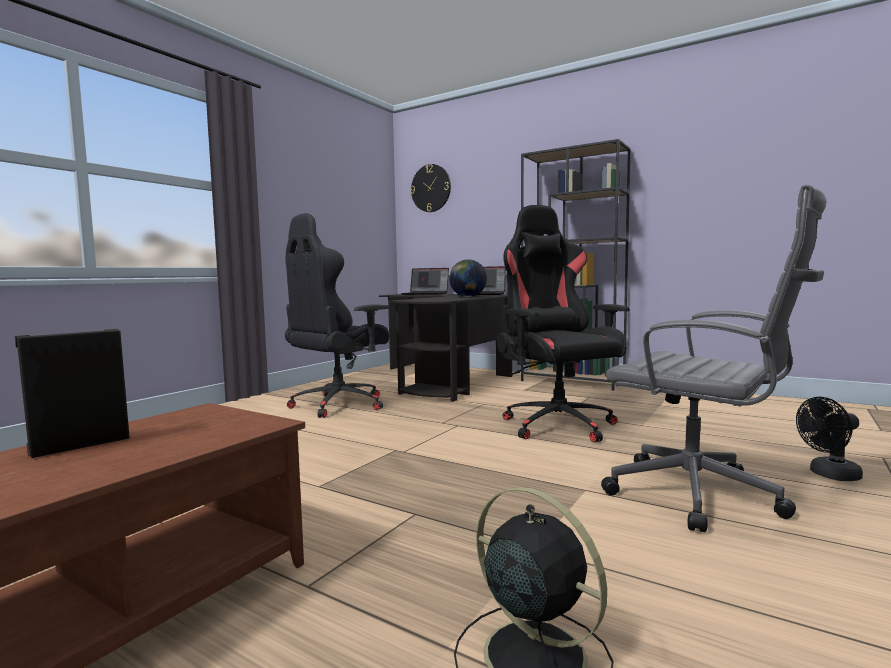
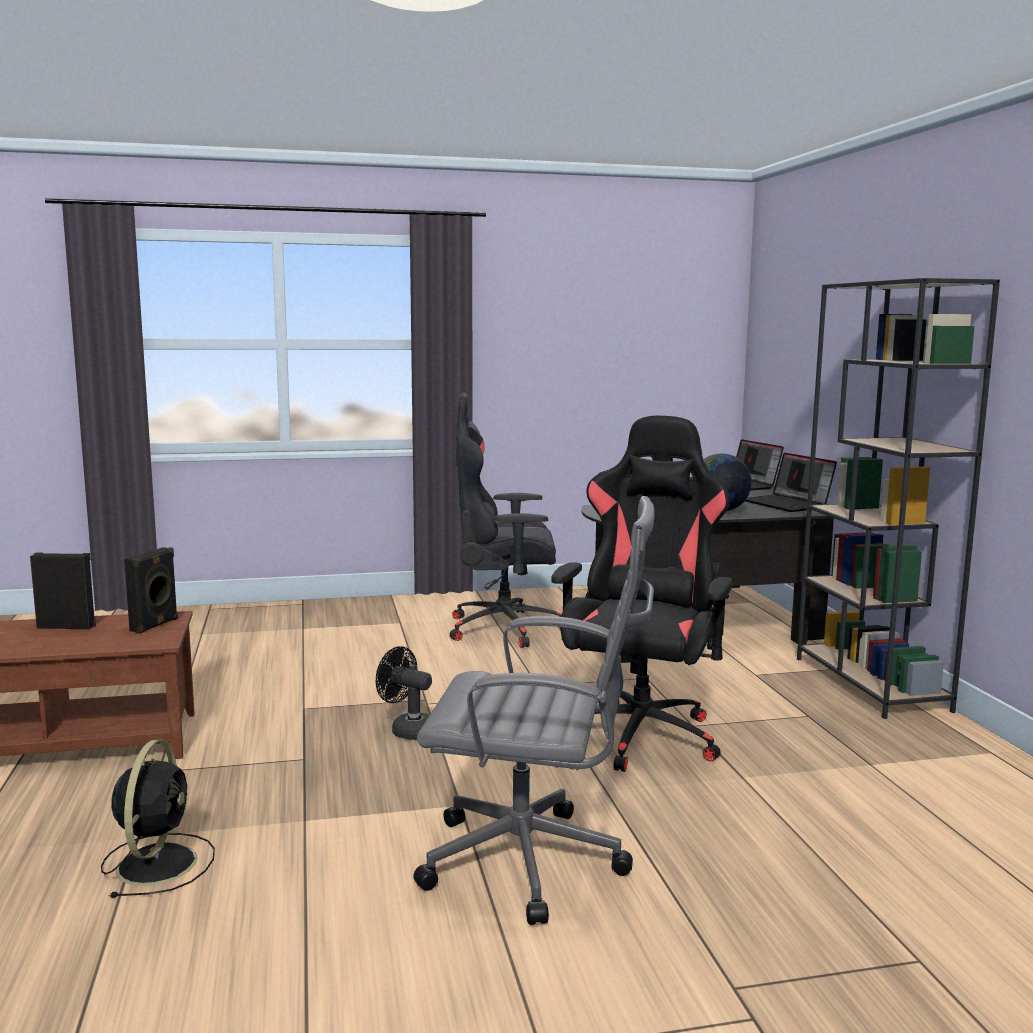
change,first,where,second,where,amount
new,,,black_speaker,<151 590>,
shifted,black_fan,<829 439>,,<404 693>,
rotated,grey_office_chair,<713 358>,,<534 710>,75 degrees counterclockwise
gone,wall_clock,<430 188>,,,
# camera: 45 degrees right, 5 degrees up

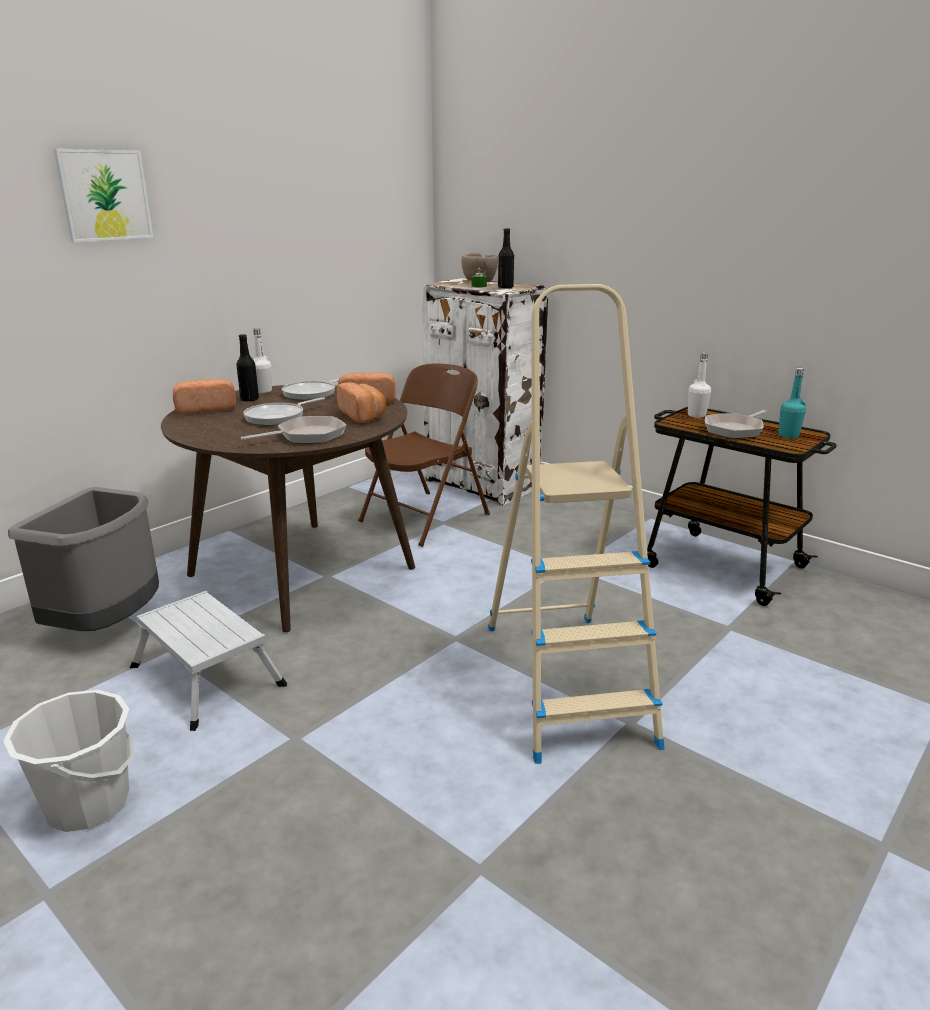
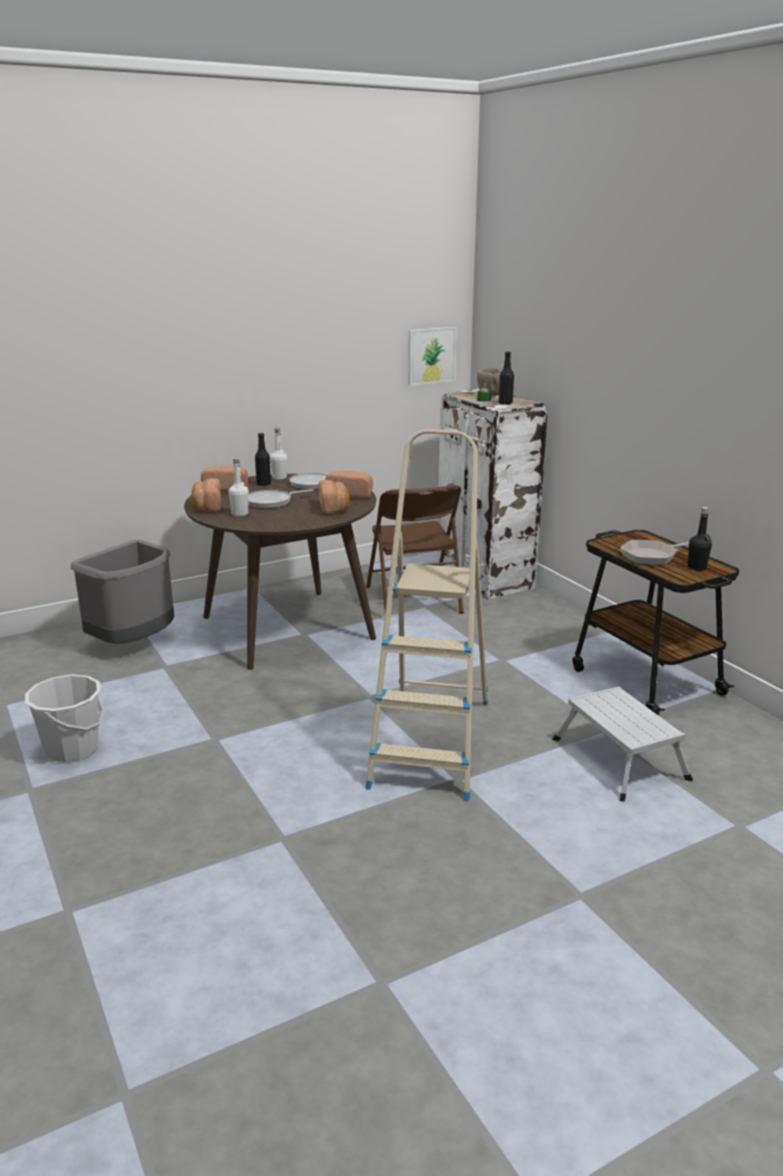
change,first,where,second,where,amount
new,,,bread,<206 495>,
shifted,white_bottle,<699 385>,,<239 487>,
rotated,brown_chair,<424 455>,,<415 549>,105 degrees clockwise
shifted,picture,<104 195>,,<432 356>,
shifted,white_step_ladder,<208 661>,,<622 744>,
repainted,turquoise_bottle,<792 403>,black_bottle,<699 539>,
gone,frying_pan,<293 429>,,,
# camera: 20 degrees right, 0 degrees up

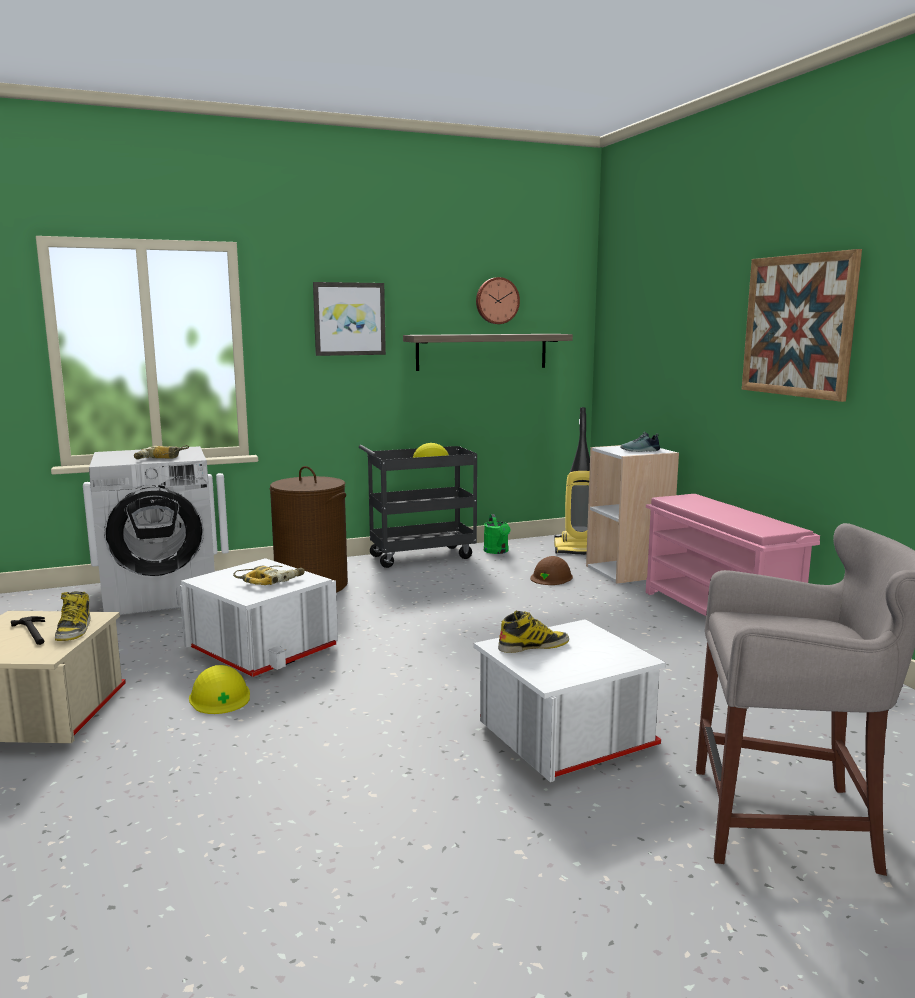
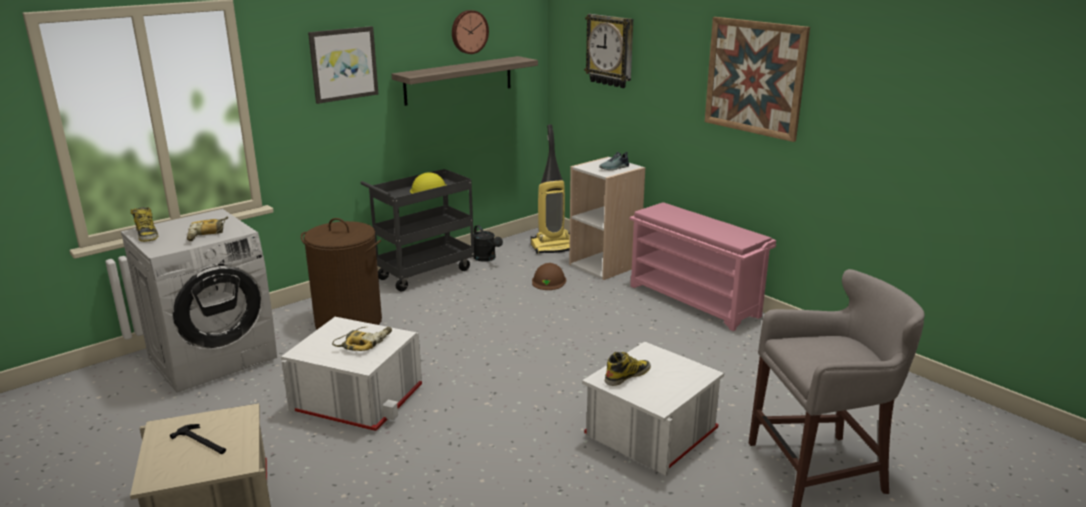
change,first,where,second,where,amount
shifted,boot,<73 616>,,<144 224>,
repainted,green_watering_can,<497 534>,black_watering_can,<488 243>,
new,,,wall_clock,<608 51>,
gone,yellow_hard_hat,<219 689>,,,
# camera: 20 degrees left, 10 degrees up

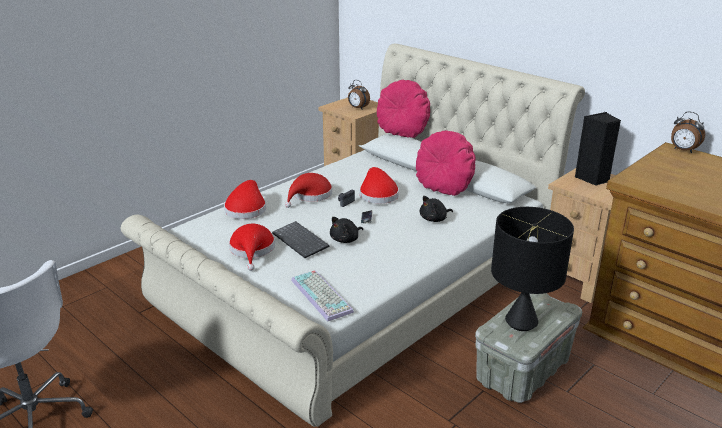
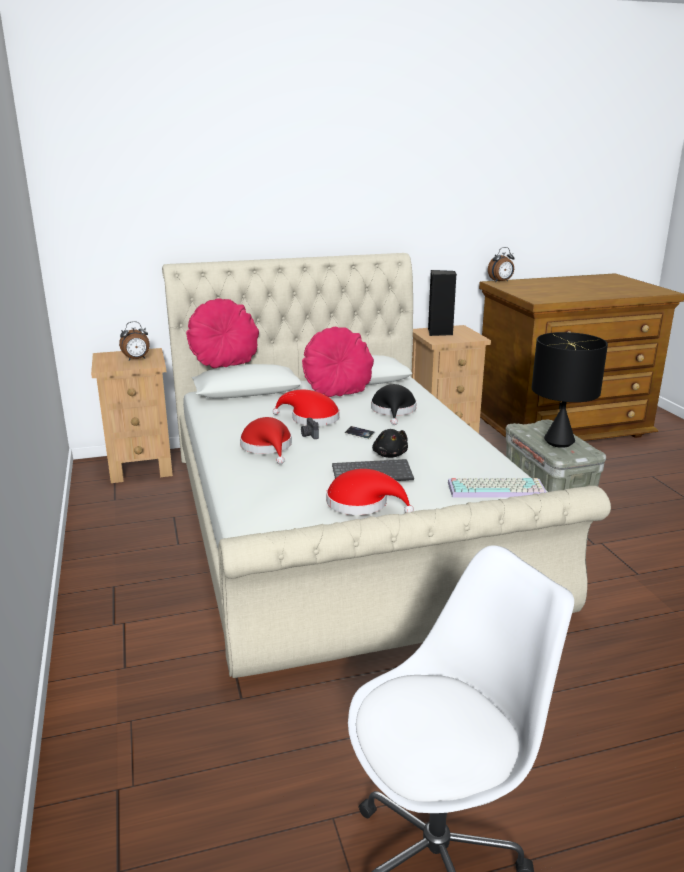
change,first,where,second,where,amount
swapped,black_plush_toy,<436 209>,black_hat,<394 404>,
gone,red_hat,<245 199>,,,
# camera: 60 degrees left, 5 degrees down

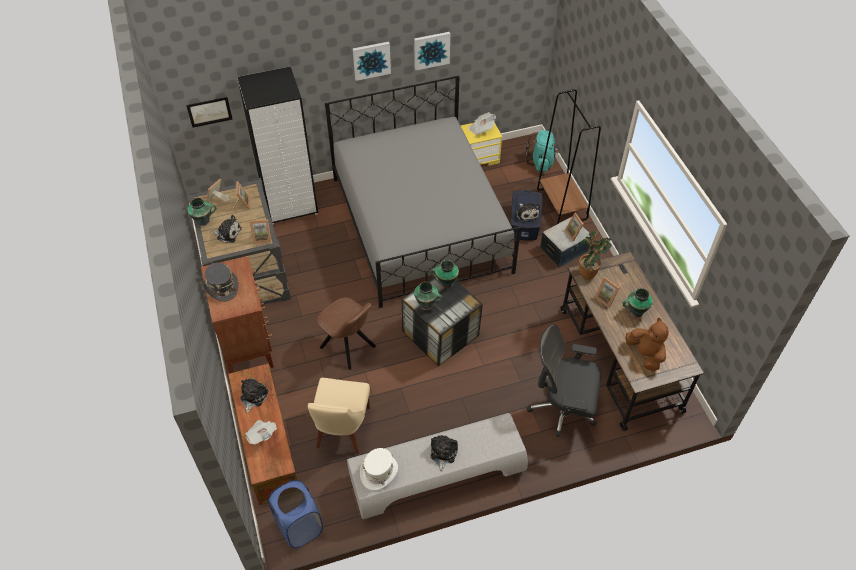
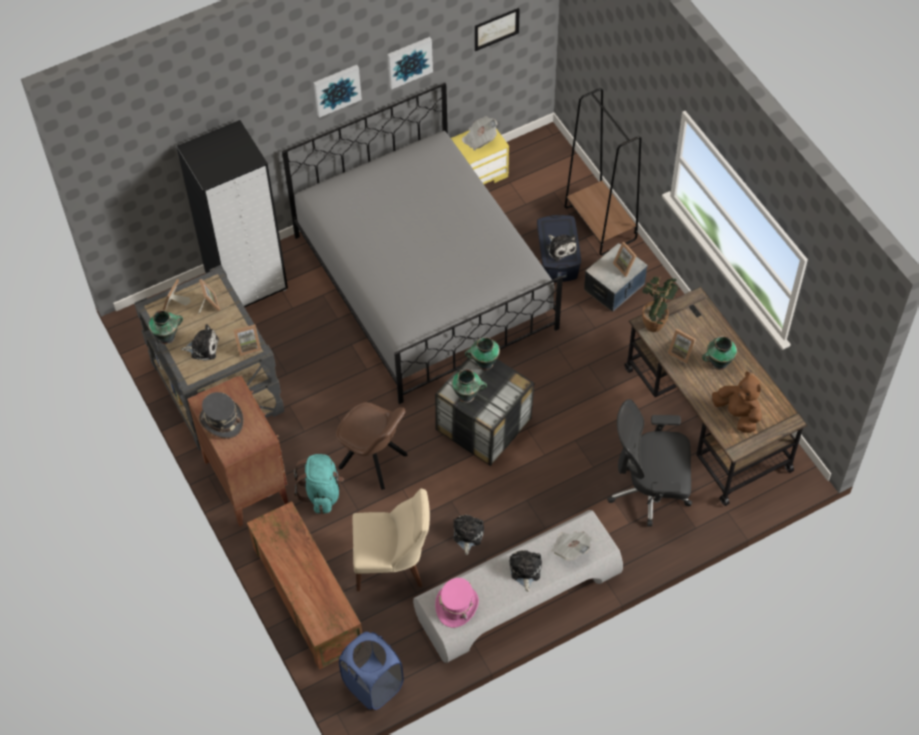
change,first,where,second,where,amount
shifted,turquoise_backpack,<542 151>,,<319 484>,
rotated,beige_chair,<339 416>,,<391 539>,90 degrees counterclockwise
repainted,white_hat,<379 469>,pink_hat,<457 603>,
shifted,plush_toy,<254 395>,,<469 535>,
shifted,picture,<209 112>,,<497 29>,
shifted,newspaper,<261 432>,,<572 546>,
# camera: 10 degrees left, 5 degrees up

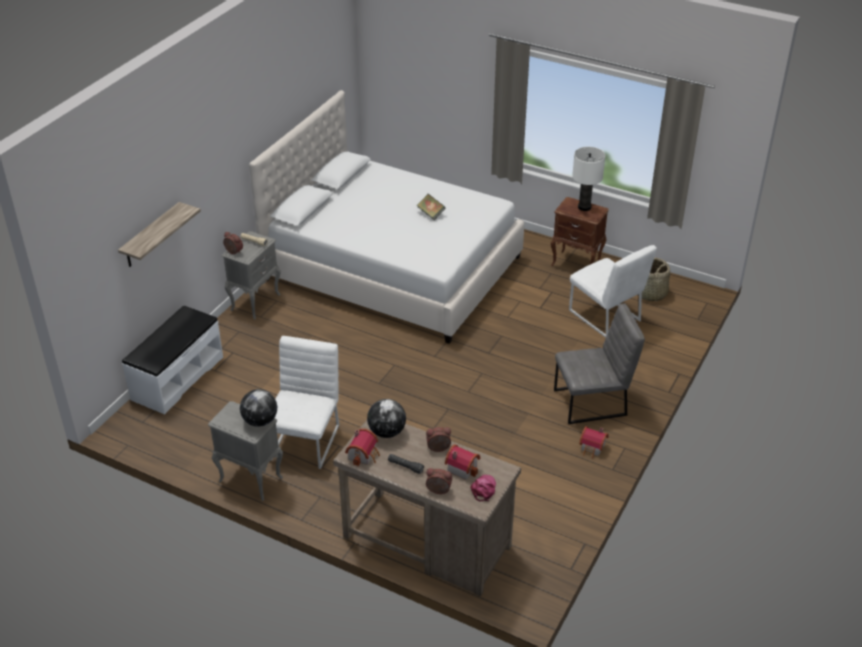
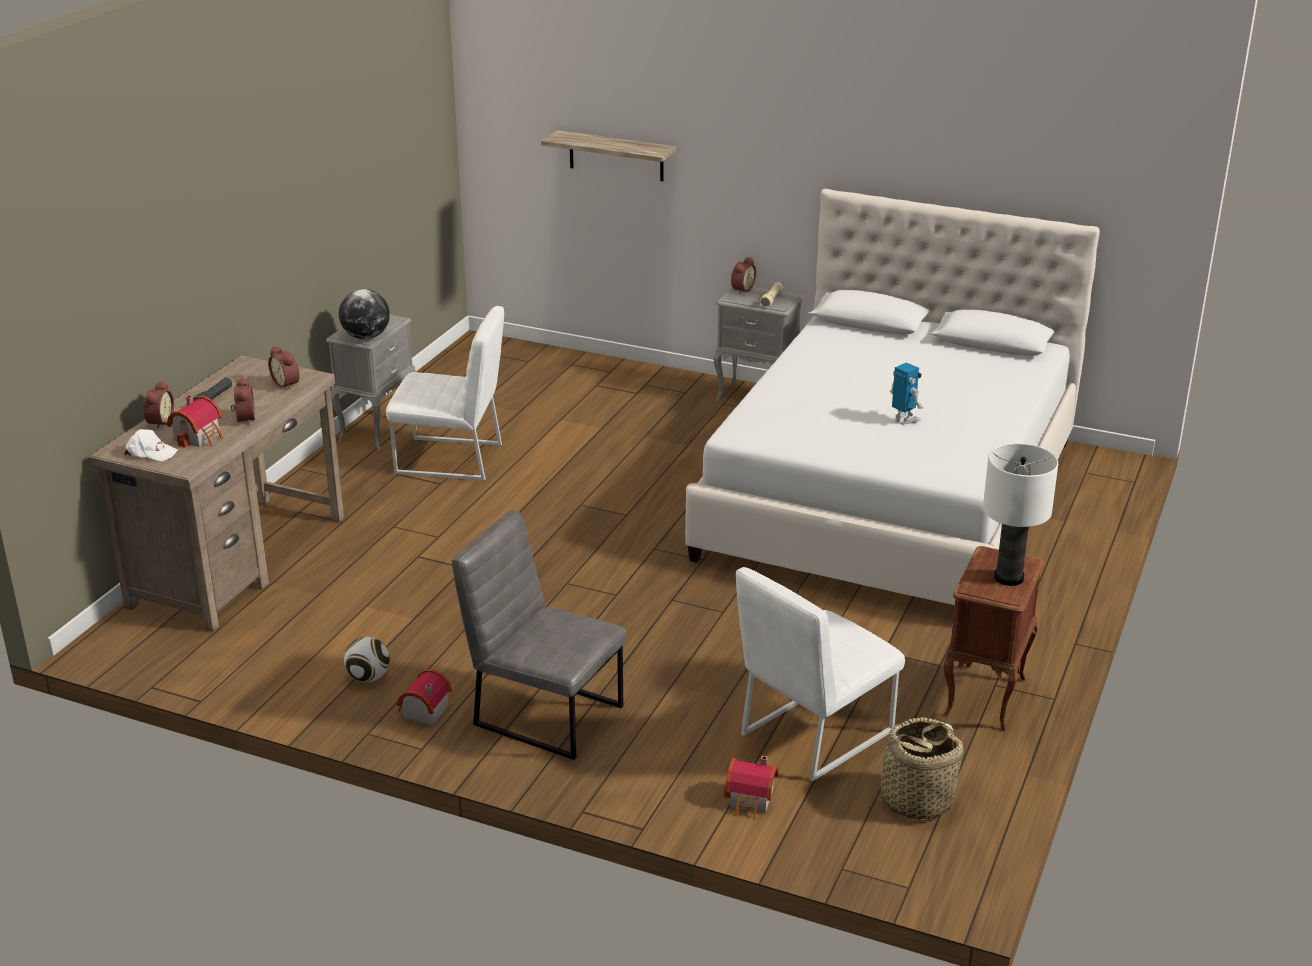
change,first,where,second,where,amount
repainted,pink_cap,<483 488>,white_cap,<151 445>,
swapped,globe,<386 418>,alarm_clock,<284 368>,
new,,,football,<367 659>,
rotated,grey_chair,<599 363>,,<539 635>,135 degrees clockwise
shifted,toy_house,<362 447>,,<751 787>,
swapped,book,<431 207>,toy_robot,<907 394>,
gone,white_bench,<172 360>,,,
# camera: 85 degrees right, 10 degrees down

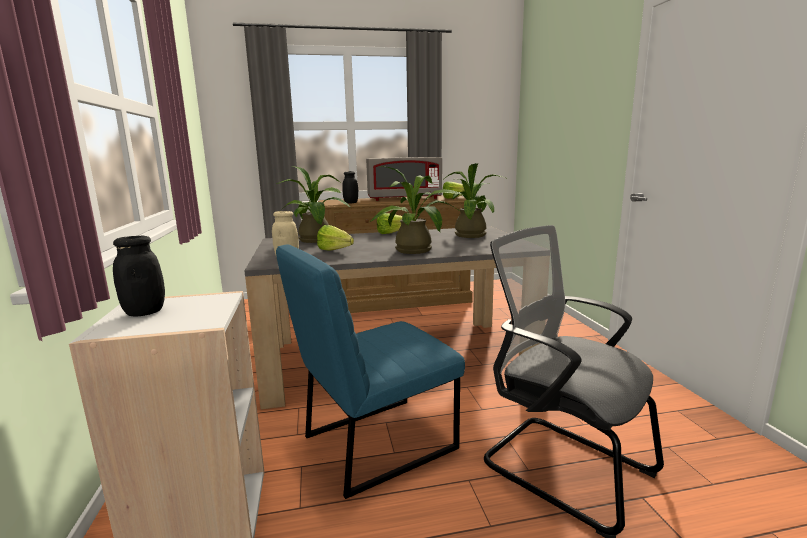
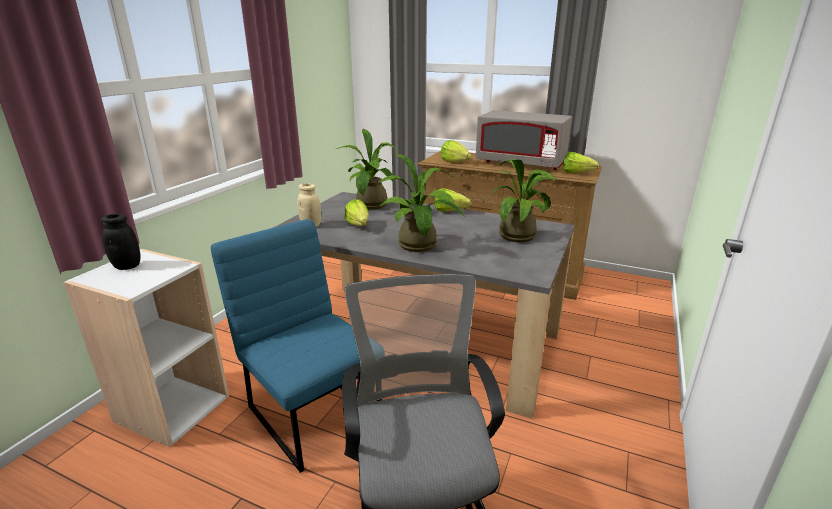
change,first,where,second,where,amount
rotated,blue_chair,<370 371>,,<296 346>,45 degrees clockwise
swapped,black_jar,<350 187>,lettuce,<456 151>,
# camera: 35 degrees right, 10 degrees up

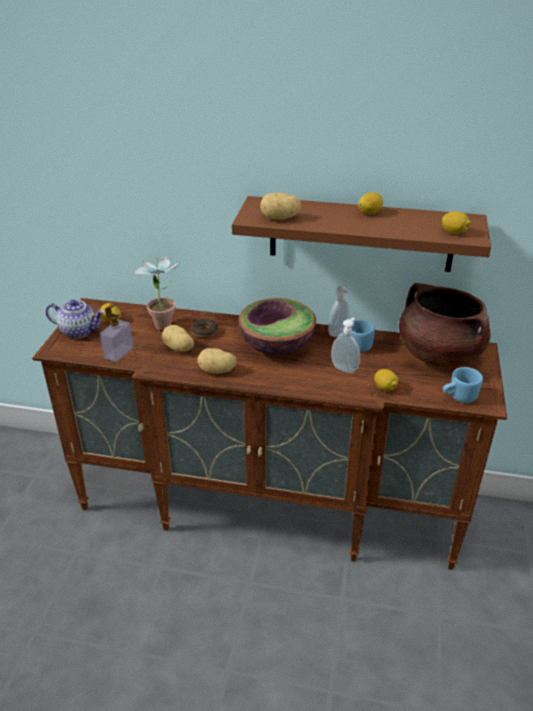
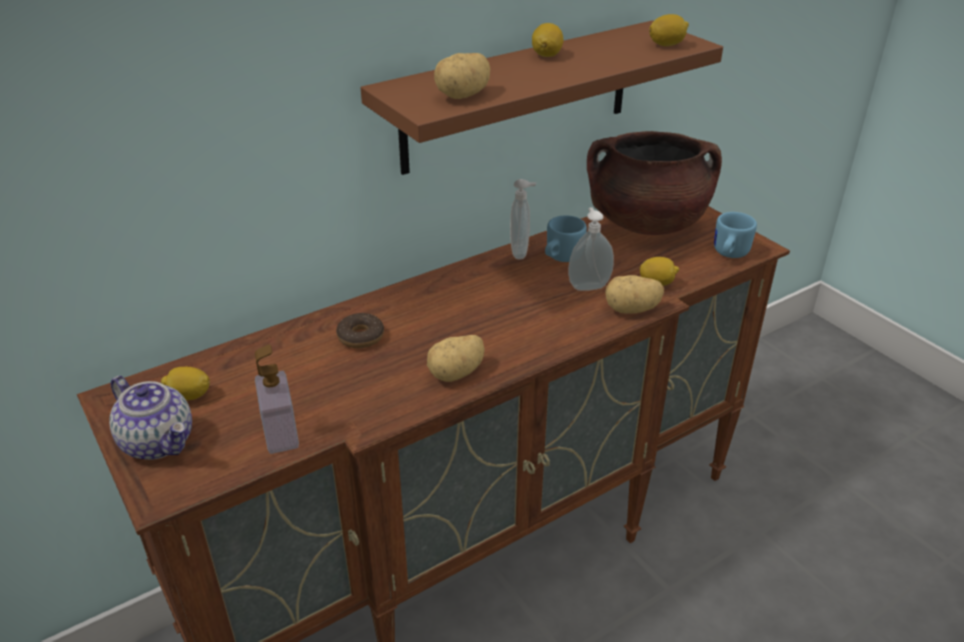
change,first,where,second,where,amount
rotated,teapot,<75 319>,,<150 418>,75 degrees clockwise
shifted,potato,<178 338>,,<634 294>,
gone,potted_plant,<156 293>,,,
gone,bowl,<277 327>,,,
# camera: 45 degrees left, 0 degrees up

